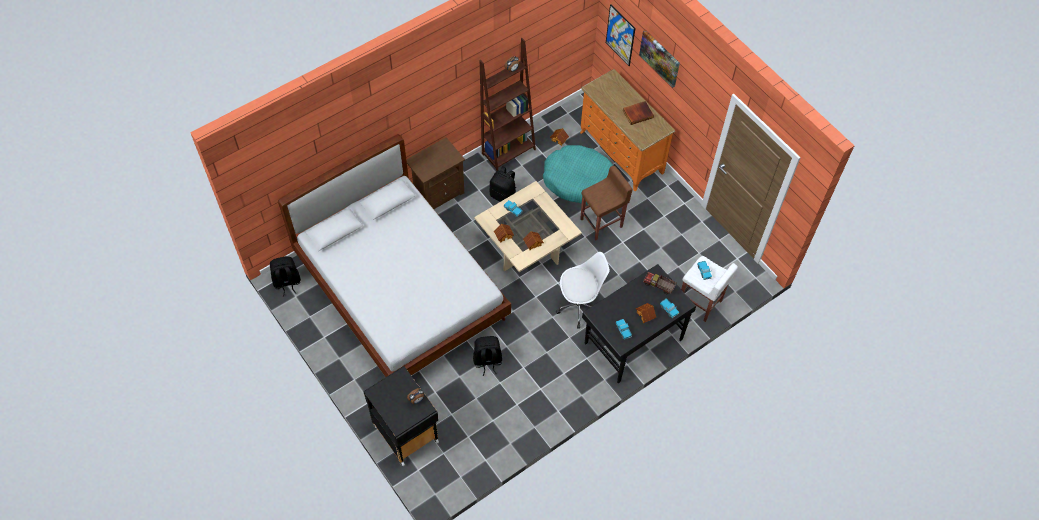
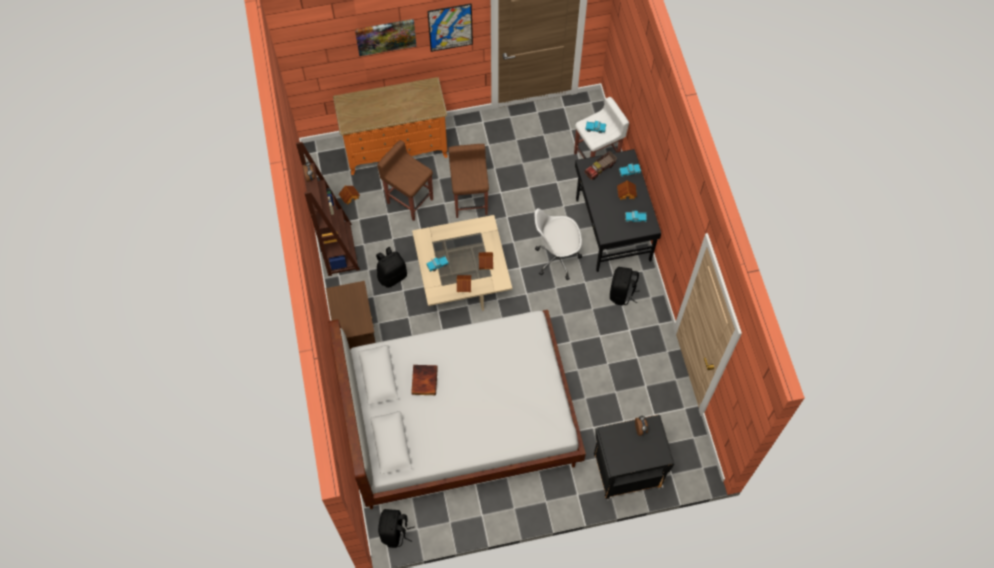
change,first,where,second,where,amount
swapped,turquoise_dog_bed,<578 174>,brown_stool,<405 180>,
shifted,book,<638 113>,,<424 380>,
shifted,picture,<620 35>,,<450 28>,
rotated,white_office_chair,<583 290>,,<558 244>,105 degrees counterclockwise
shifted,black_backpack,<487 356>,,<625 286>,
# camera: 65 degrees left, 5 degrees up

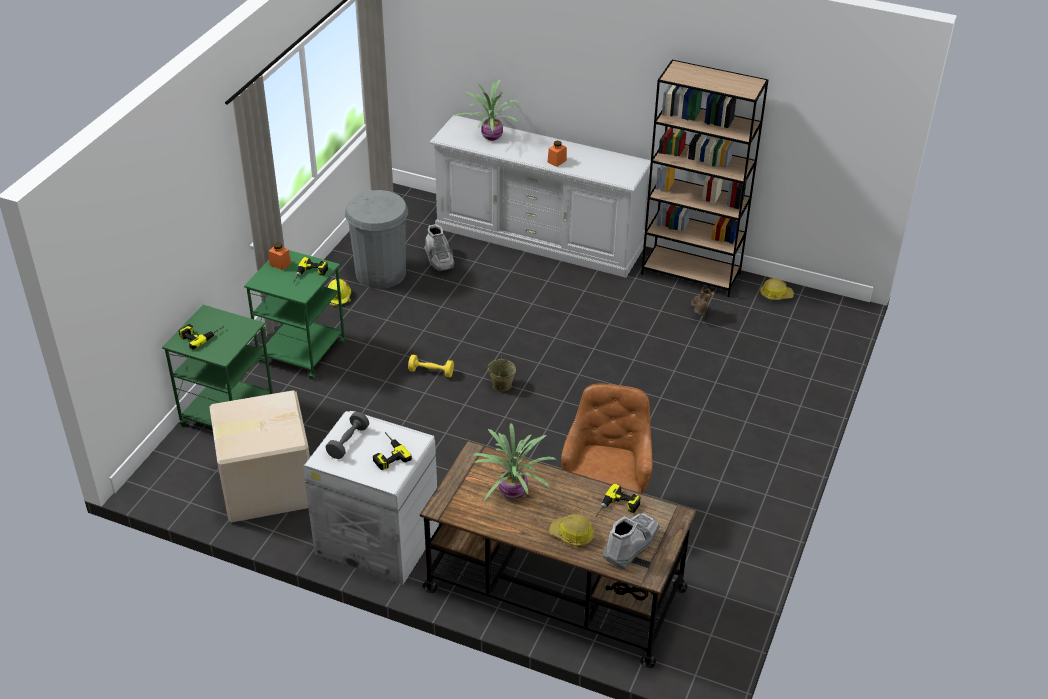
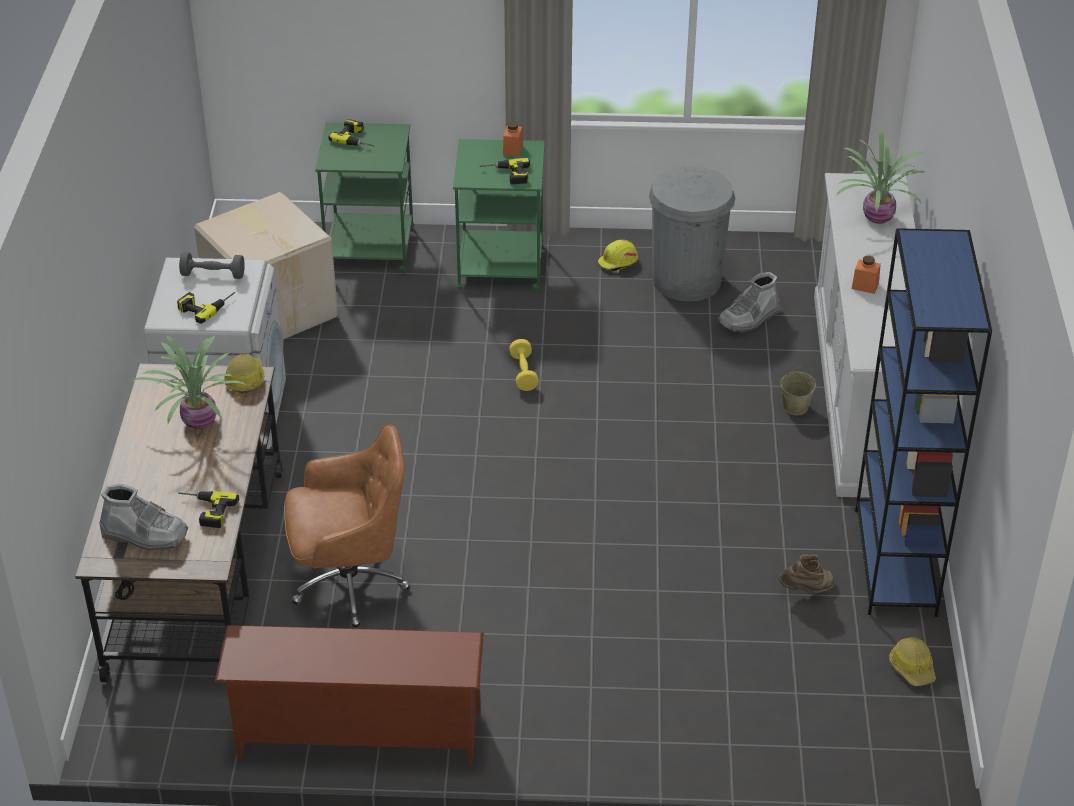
change,first,where,second,where,amount
new,,,brown_shoe_rack,<349 695>,
shifted,hard_hat,<572 530>,,<244 373>,
shifted,beige_bucket,<502 373>,,<798 391>,
repainted,beige_bookcase,<705 178>,blue_bookcase,<923 422>,
# camera: 70 degrees right, 0 degrees up

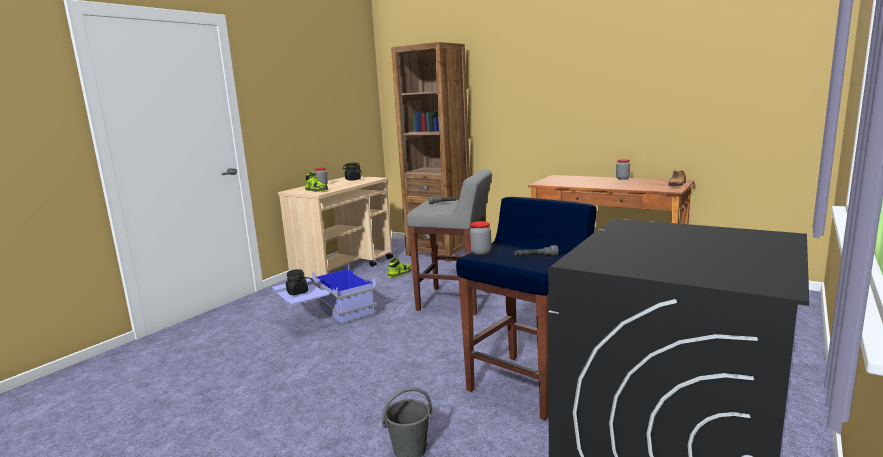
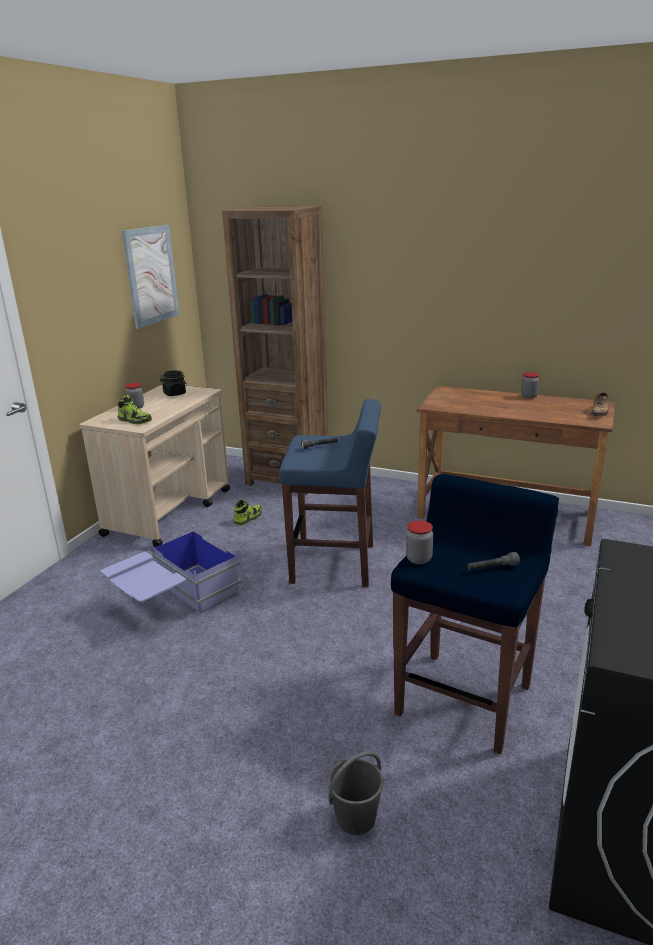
change,first,where,second,where,amount
new,,,picture,<151 276>,
repainted,grey_stool,<449 242>,blue_stool,<330 493>,
gone,black_jar,<297 282>,,,
# camera: 10 degrees left, 10 degrees up

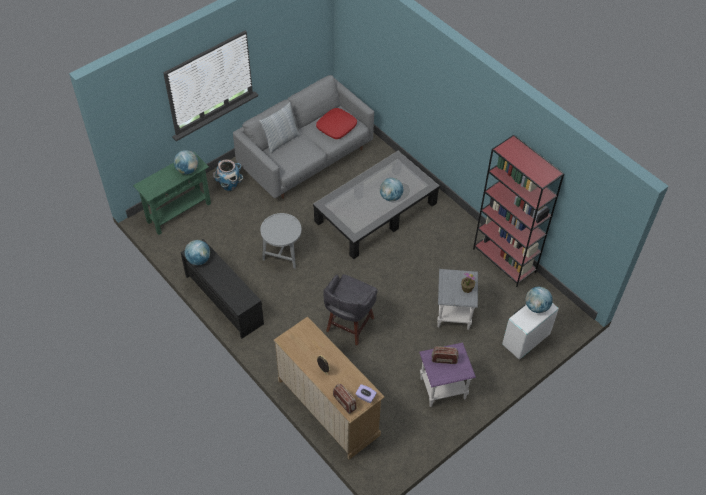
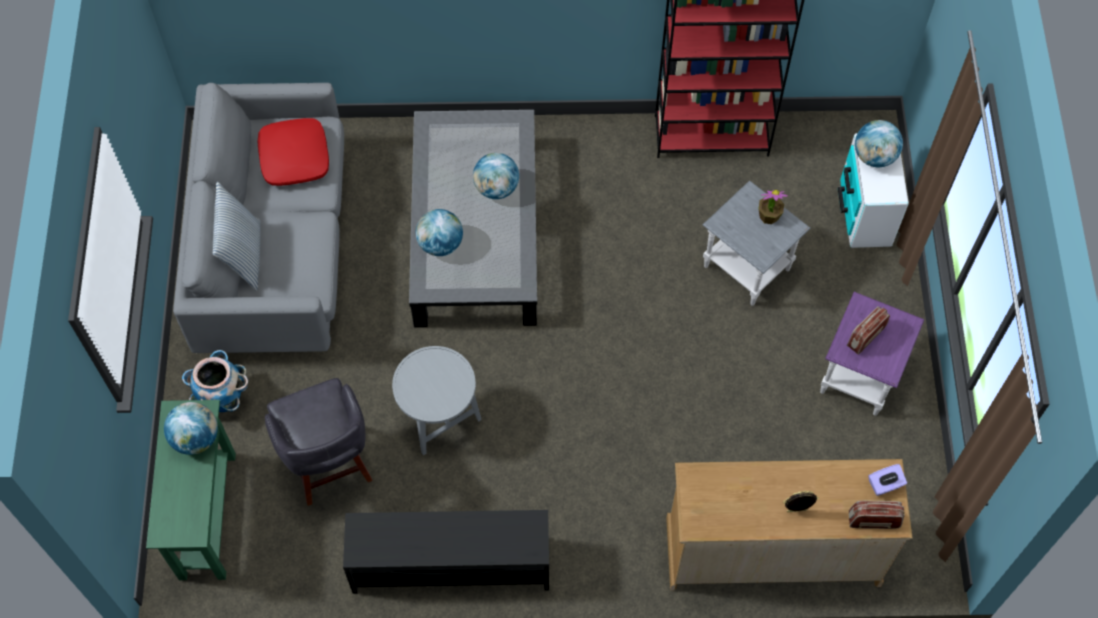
change,first,where,second,where,amount
shifted,grey_stool,<350 310>,,<318 442>,
shifted,globe,<197 252>,,<439 232>,
# camera: 50 degrees left, 10 degrees up

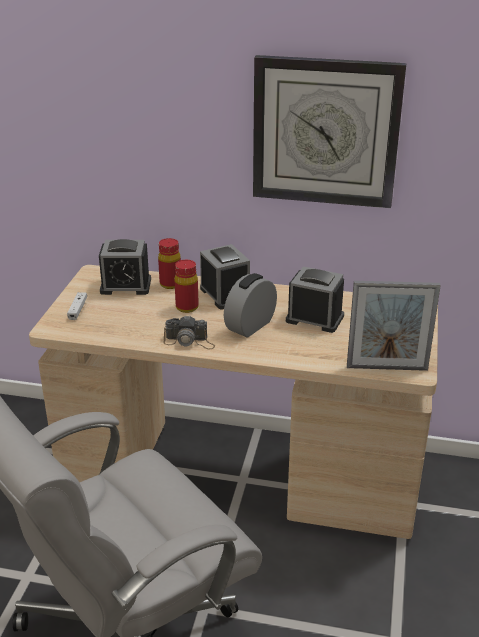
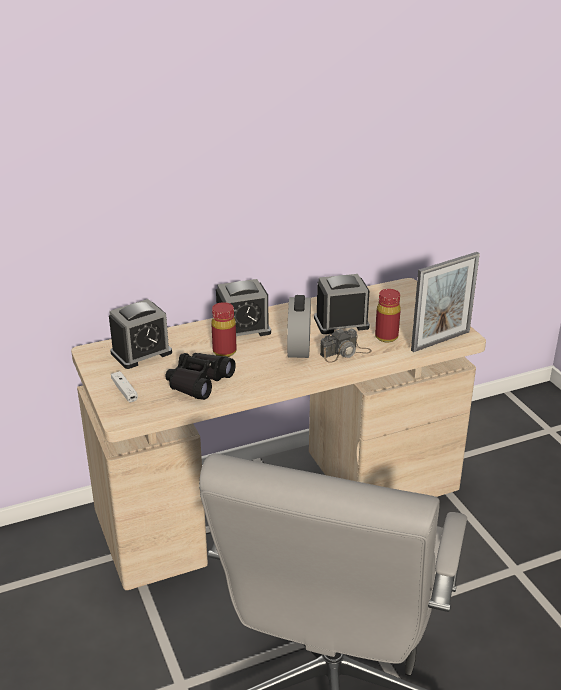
change,first,where,second,where,amount
new,,,black_binoculars,<200 376>,
rotated,alarm_clock,<225 276>,,<243 307>,135 degrees clockwise
shifted,photo_camera,<189 332>,,<346 345>,
shifted,red_bottle,<169 263>,,<388 315>,
gone,wall_clock,<330 131>,,,
# camera: 35 degrees left, 0 degrees up

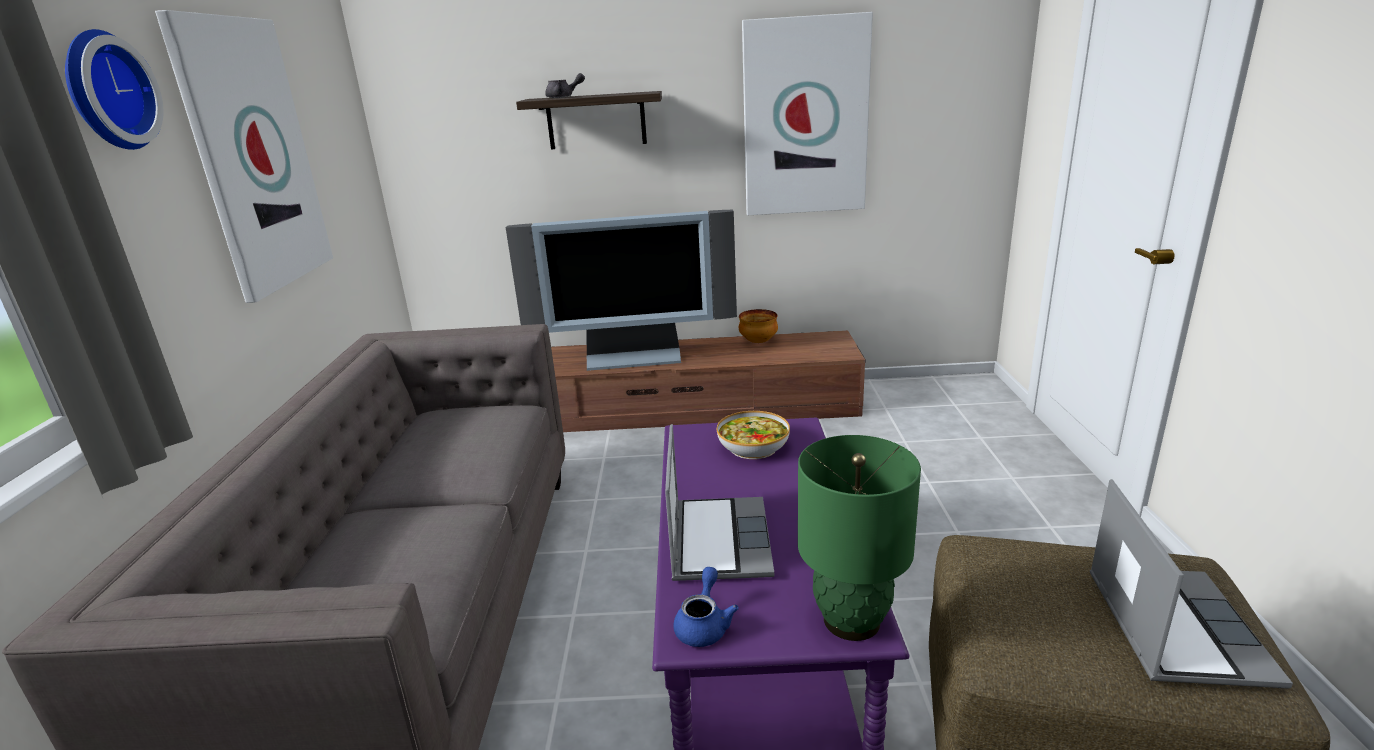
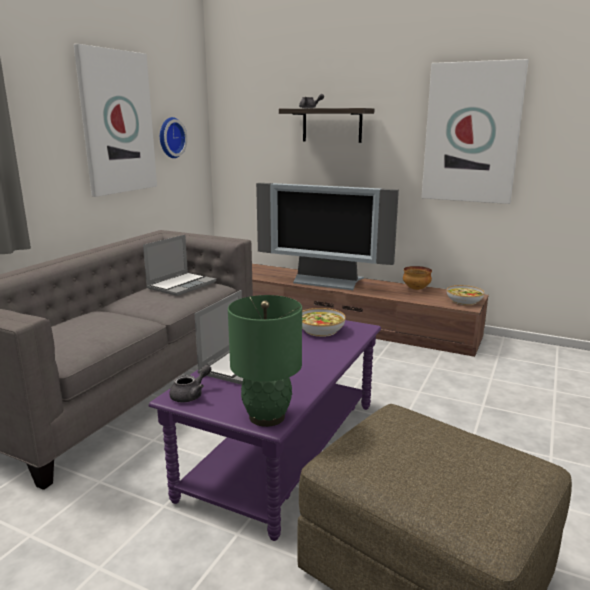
change,first,where,second,where,amount
shifted,laptop,<1191 584>,,<179 265>,
shifted,wall_clock,<114 89>,,<173 137>,
repainted,blue_teapot,<706 607>,grey_teapot,<190 383>,
new,,,bowl,<465 295>,
# camera: 25 degrees right, 5 degrees down

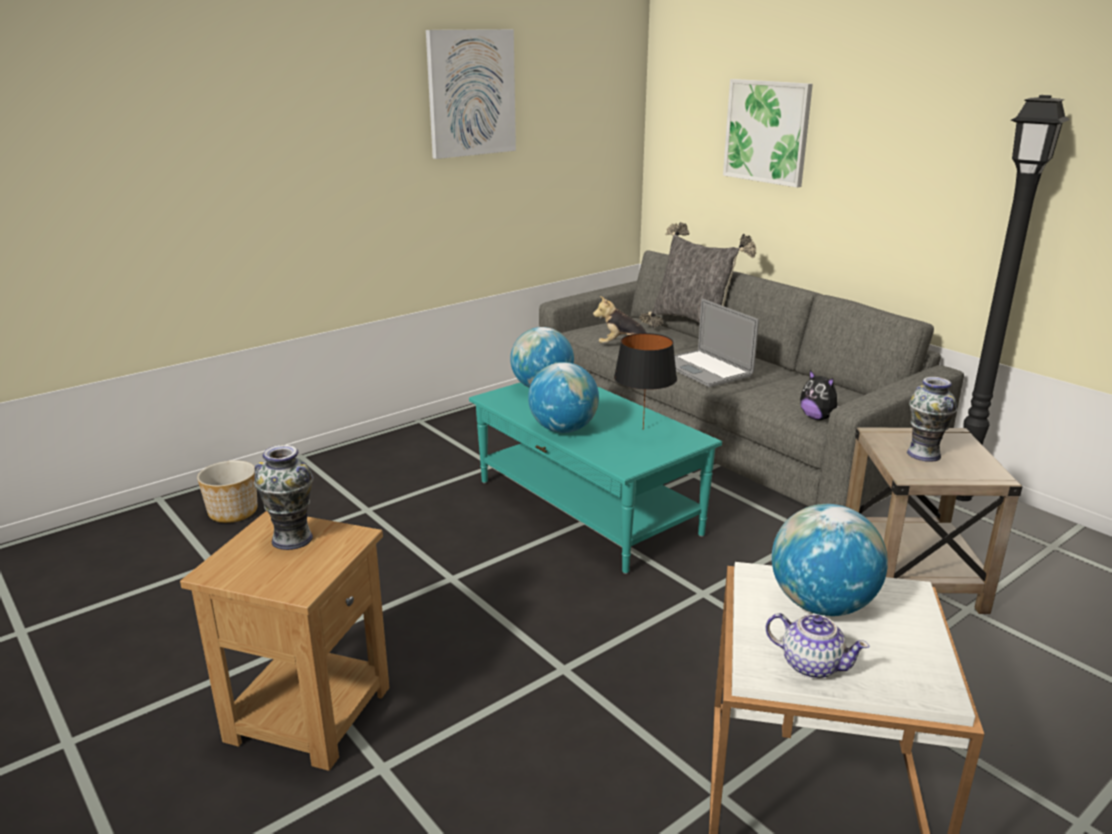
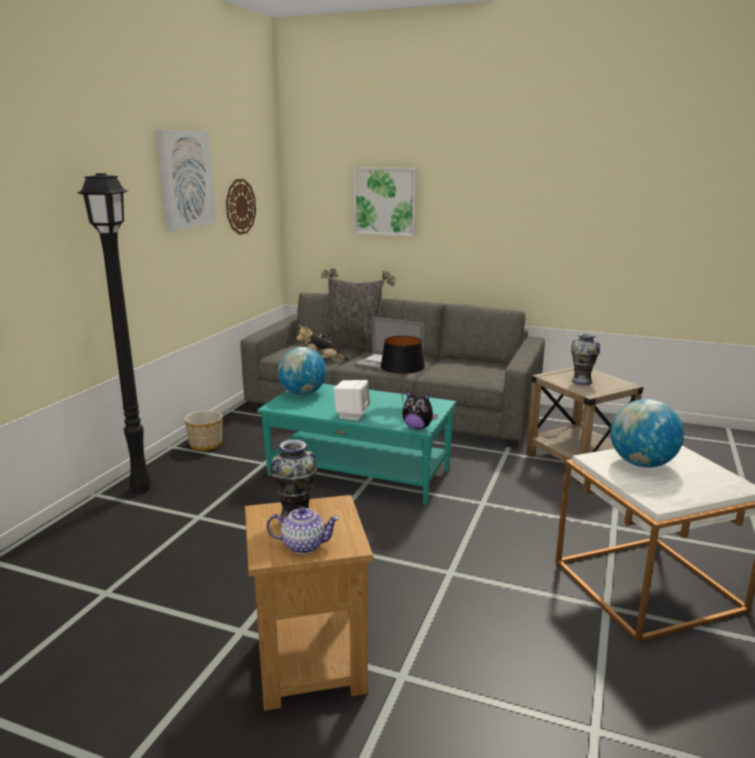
change,first,where,second,where,amount
shifted,black_floor_lamp,<1013 298>,,<115 332>,
shifted,planter,<227 491>,,<203 430>,
new,,,wall_clock,<241 207>,
shifted,teapot,<817 646>,,<303 530>,
swapped,globe,<563 397>,white_speaker,<351 400>,
shifted,plush_toy,<819 395>,,<420 409>,
# camera: 30 degrees left, 5 degrees down

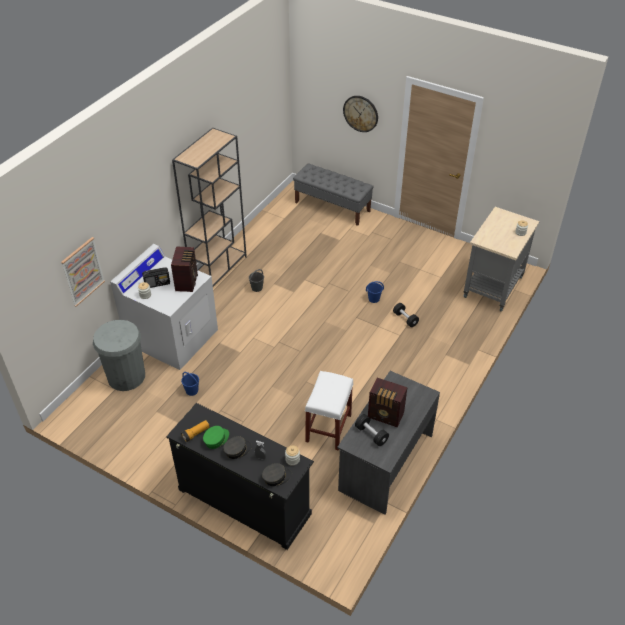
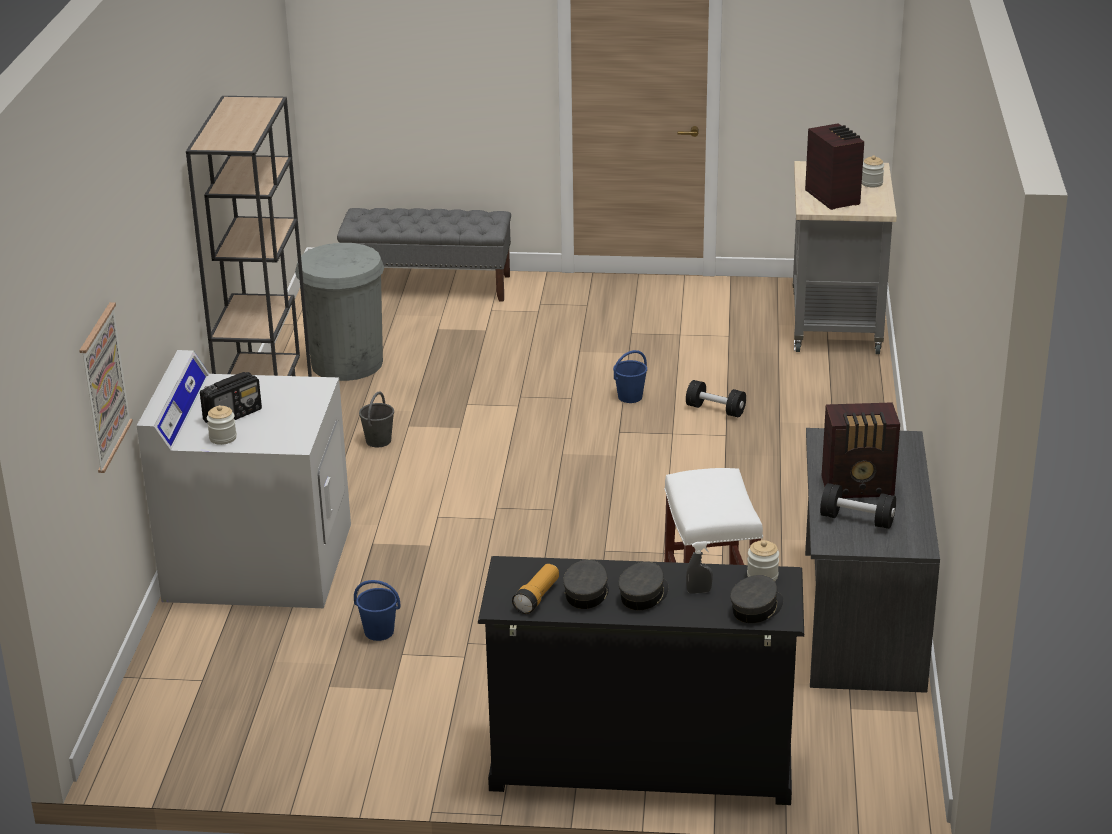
change,first,where,second,where,amount
shifted,grey_trash_can,<119 355>,,<339 312>,
repainted,green_cap,<216 437>,grey_cap,<586 584>,
shifted,radio,<184 269>,,<834 166>,
gone,wall_clock,<360 114>,,,
# camera: 25 degrees left, 15 degrees down

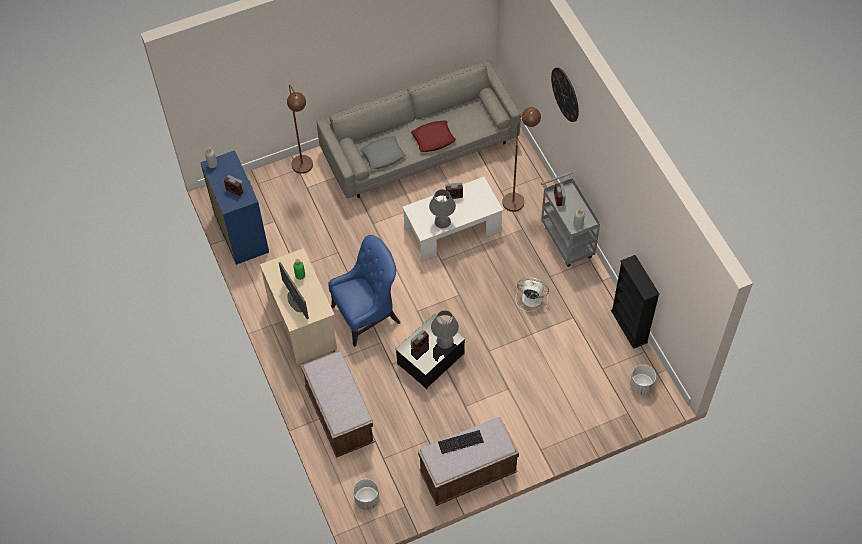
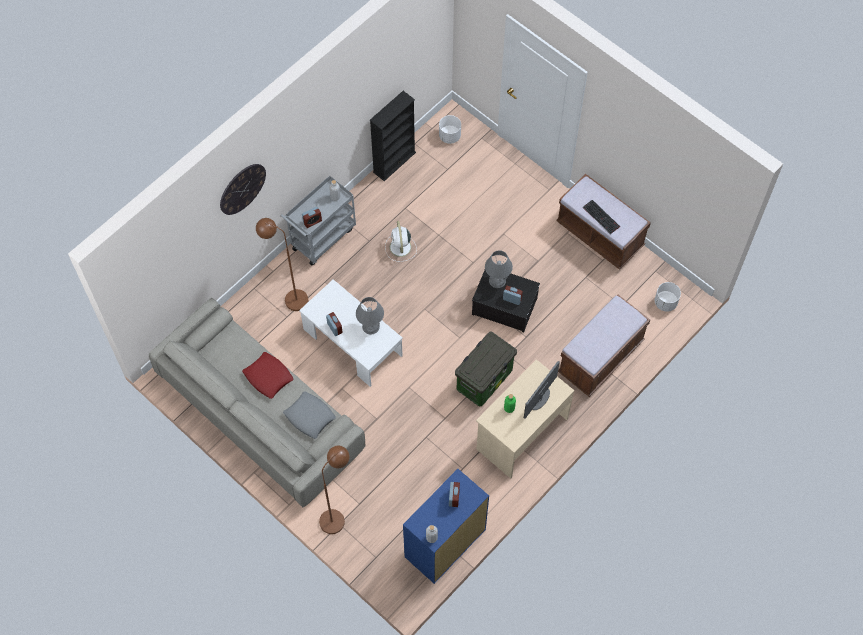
change,first,where,second,where,amount
swapped,blue_chair,<364 291>,storage_box,<486 368>,
# camera: 115 degrees left, 5 degrees up

